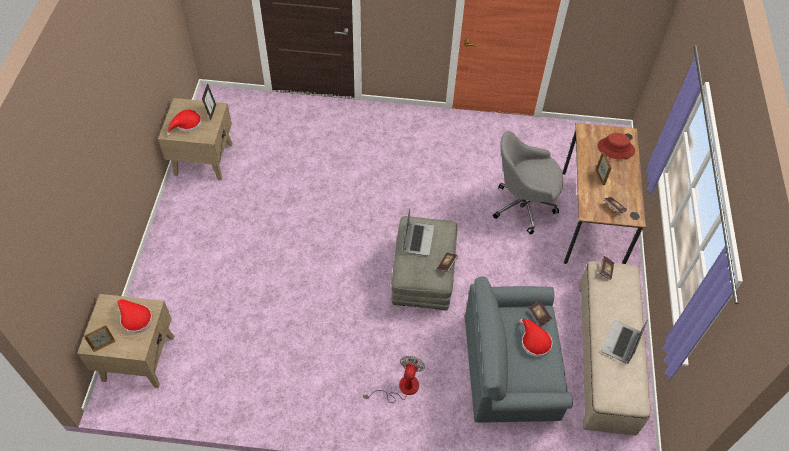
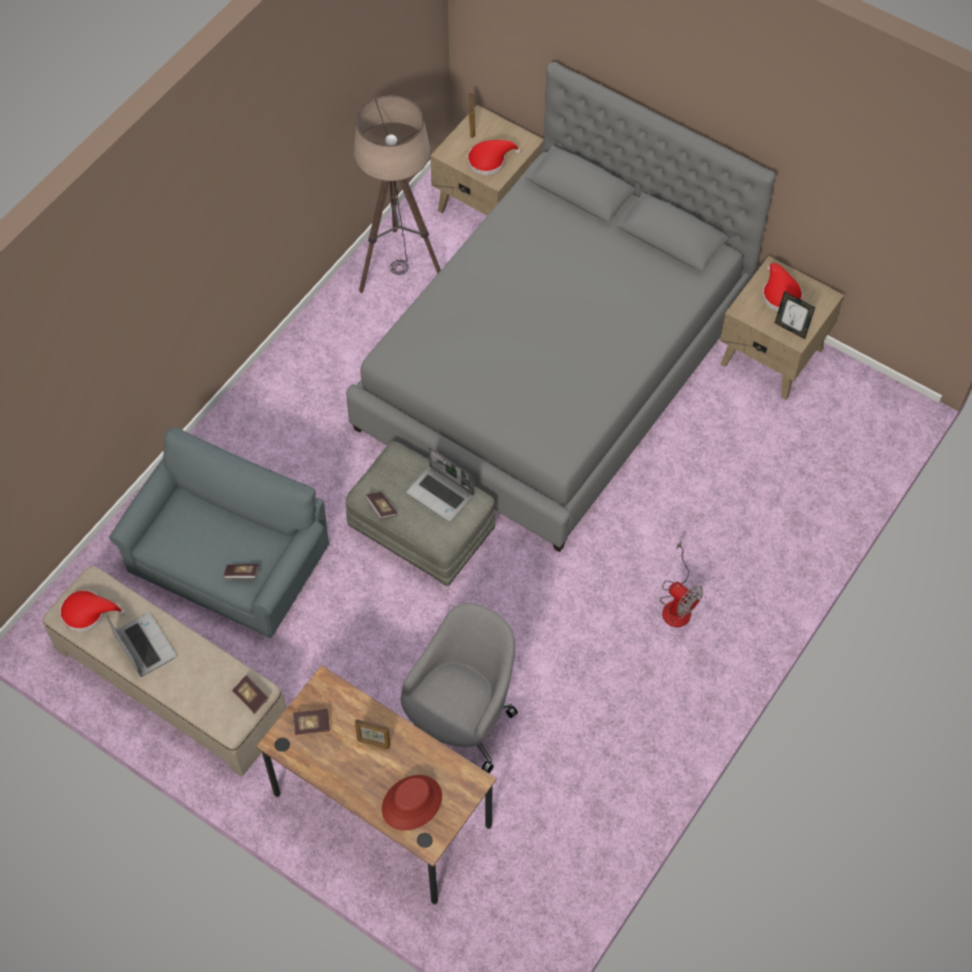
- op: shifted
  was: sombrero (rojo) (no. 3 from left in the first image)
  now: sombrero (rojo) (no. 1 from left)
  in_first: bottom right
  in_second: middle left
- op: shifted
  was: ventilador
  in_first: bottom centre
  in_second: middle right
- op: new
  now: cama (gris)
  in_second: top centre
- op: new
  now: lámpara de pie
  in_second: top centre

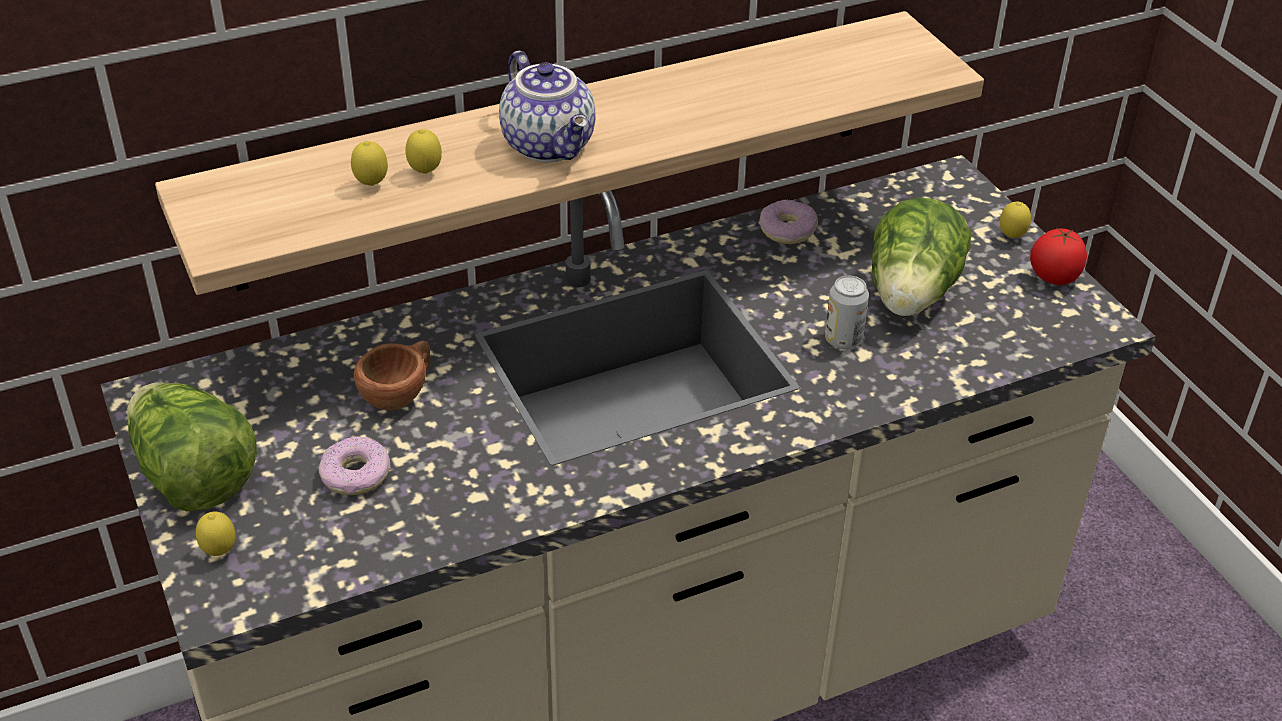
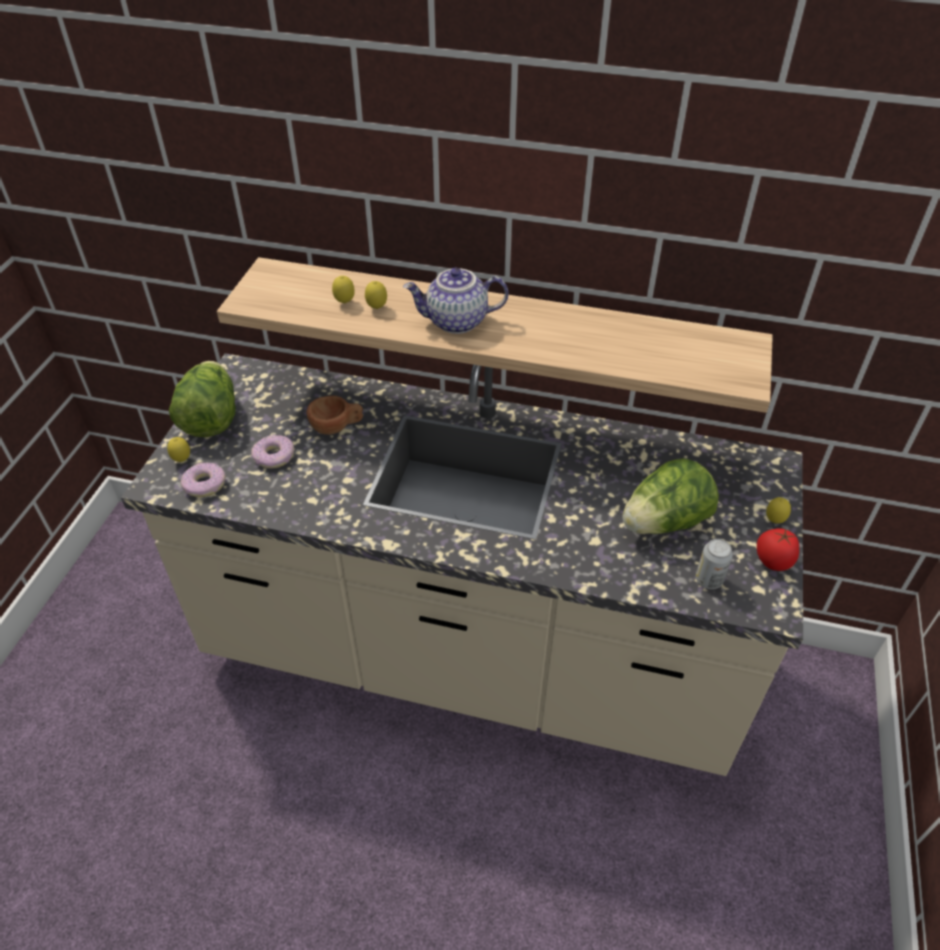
- op: rotated
  was: tetera
  in_first: top centre
  in_second: top centre
  clockwise: 75
- op: shifted
  was: rosquilla (no. 2 from left in the first image)
  now: rosquilla (no. 1 from left)
  in_first: top centre
  in_second: middle left
- op: shifted
  was: lata
  in_first: centre
  in_second: middle right

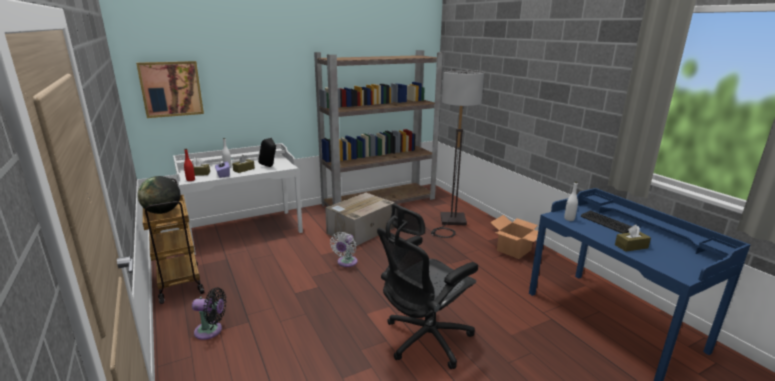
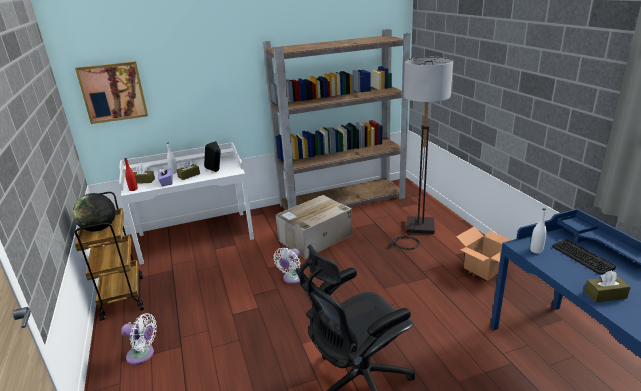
- op: repainted
  was: ventilador (negro)
  now: ventilador (blanco) (no. 1 from left)
  in_first: bottom left
  in_second: bottom left

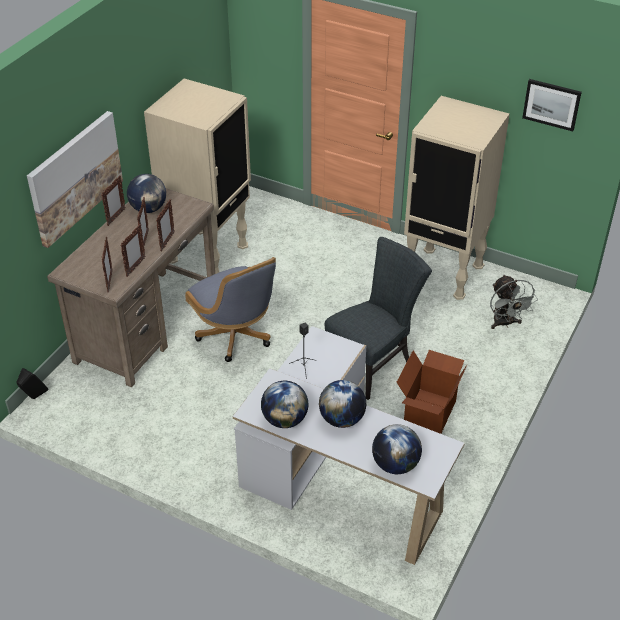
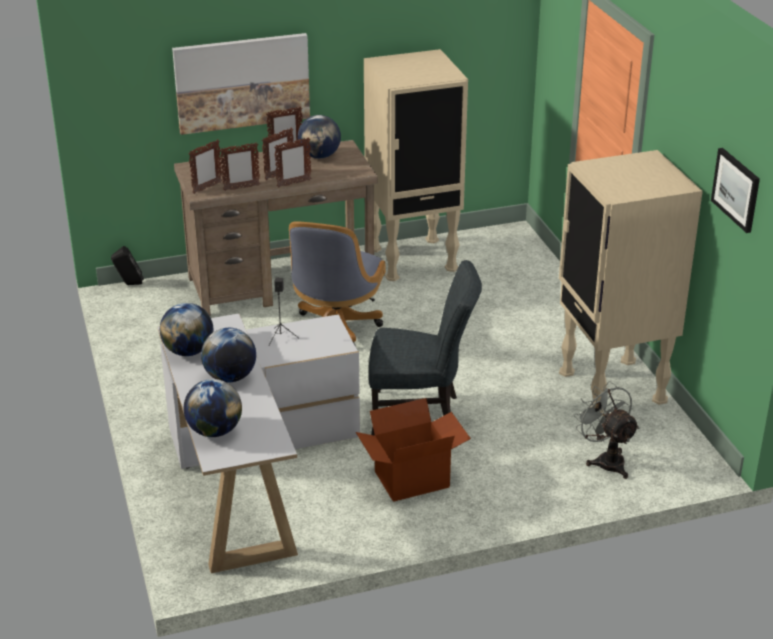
- op: rotated
  was: ventilador (gris)
  in_first: middle right
  in_second: bottom right
  clockwise: 120

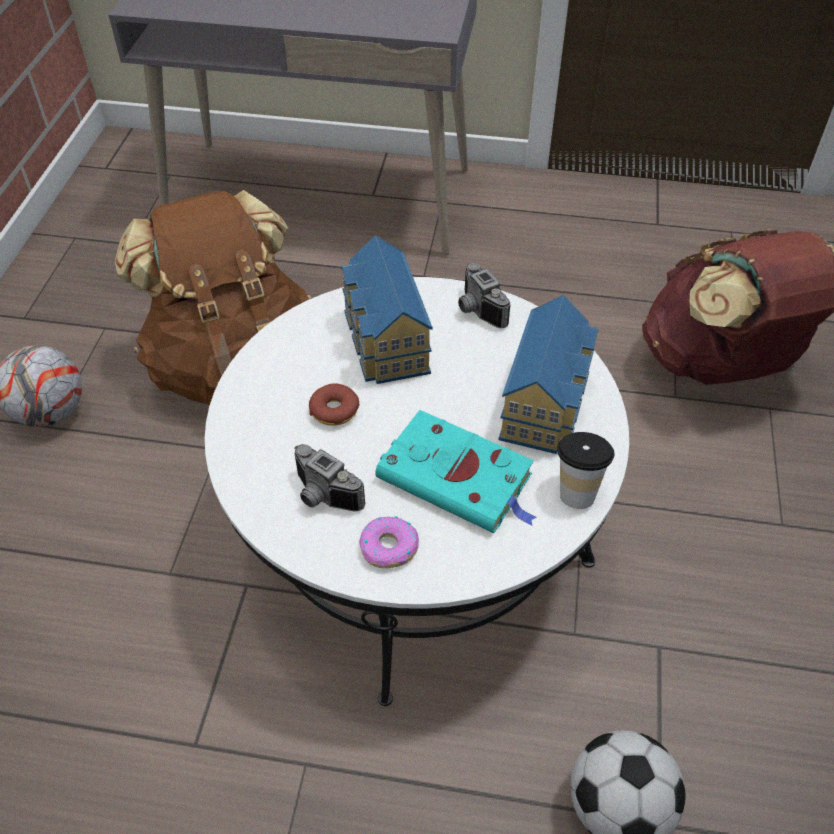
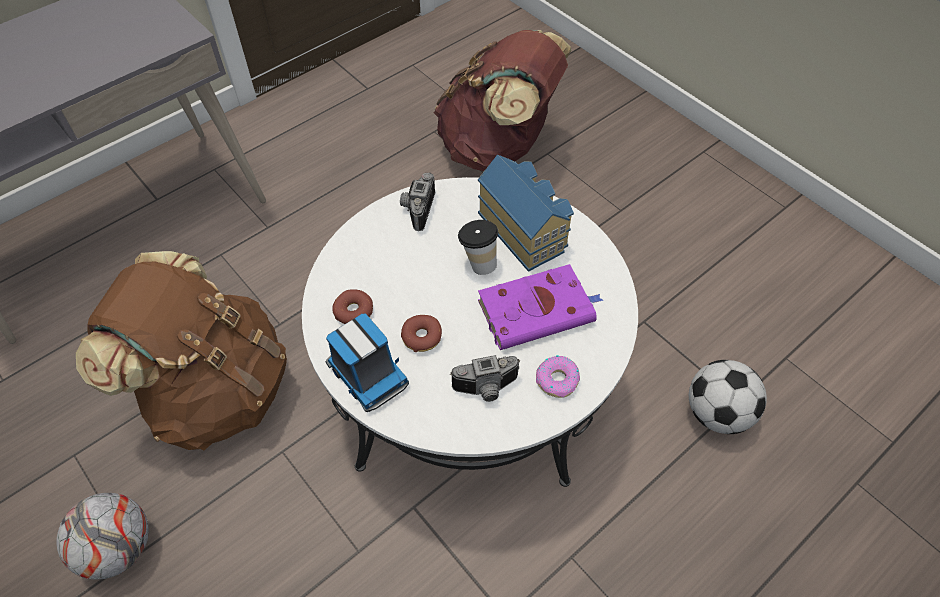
- op: gone
  was: casita (no. 1 from left)
  in_first: centre
- op: rotated
  was: cámara (no. 2 from left in the first image)
  in_first: centre
  in_second: centre
  clockwise: 90
- op: repainted
  was: libro (turquesa)
  now: libro (morado)
  in_first: centre
  in_second: centre
- op: shifted
  was: taza
  in_first: middle right
  in_second: centre
- op: new
  now: rosquilla (no. 1 from left)
  in_second: centre
- op: new
  now: camión de juguete
  in_second: centre

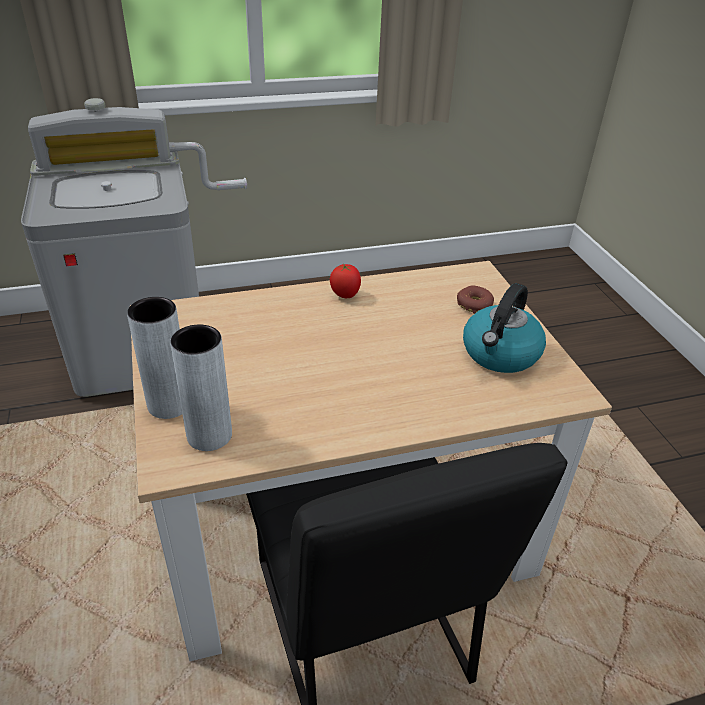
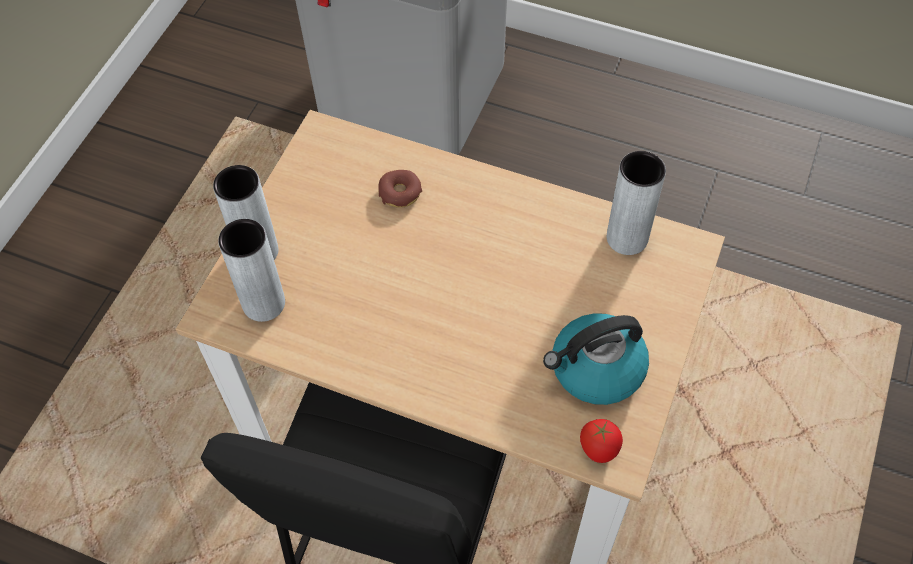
- op: shifted
  was: tomate
  in_first: centre
  in_second: bottom centre
- op: shifted
  was: rosquilla
  in_first: middle right
  in_second: centre
- op: new
  now: florero (gris) (no. 3 from left)
  in_second: middle right

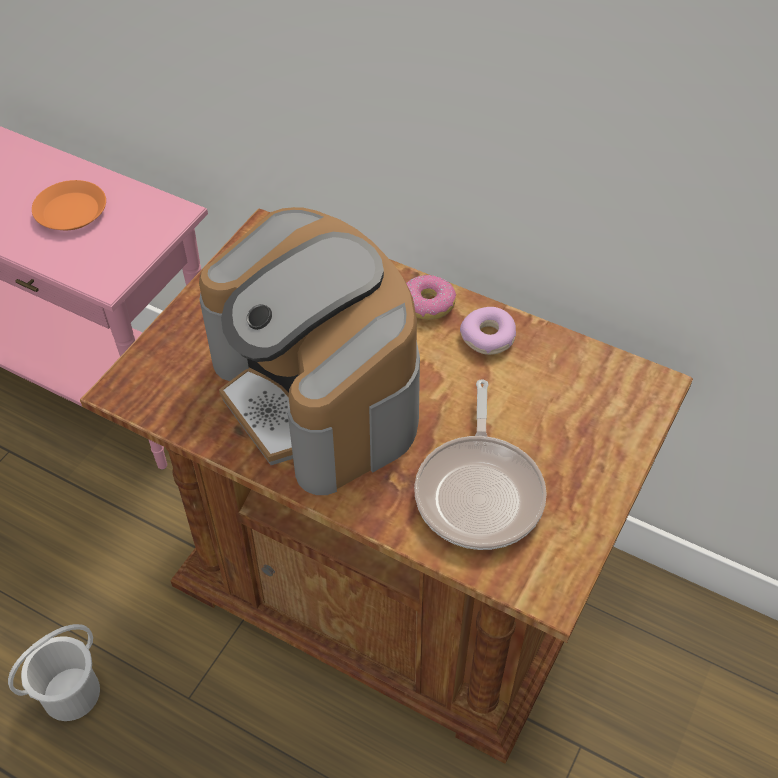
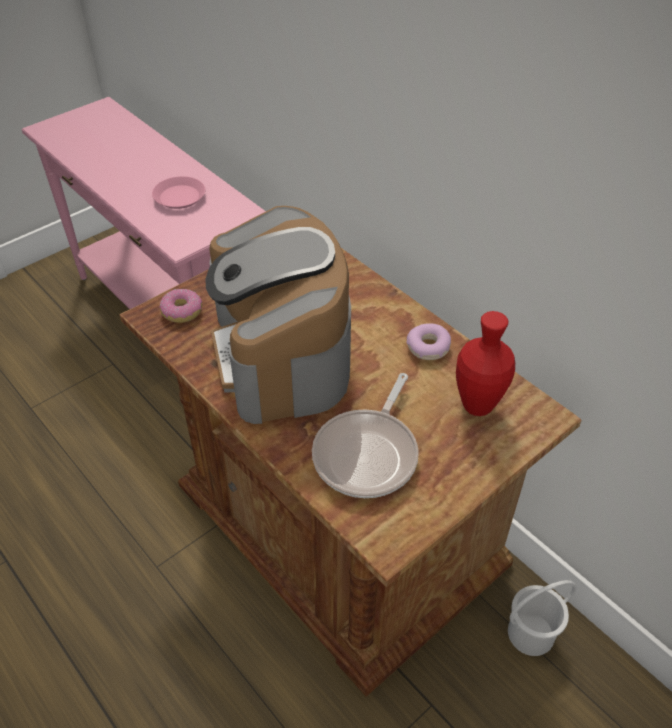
- op: repainted
  was: plato (naranja)
  now: plato (rosa)
  in_first: top left
  in_second: top left
- op: shifted
  was: rosquilla (no. 1 from left)
  in_first: centre
  in_second: middle left
- op: shifted
  was: cubo (blanco)
  in_first: bottom left
  in_second: bottom right
- op: new
  now: florero (rojo)
  in_second: middle right

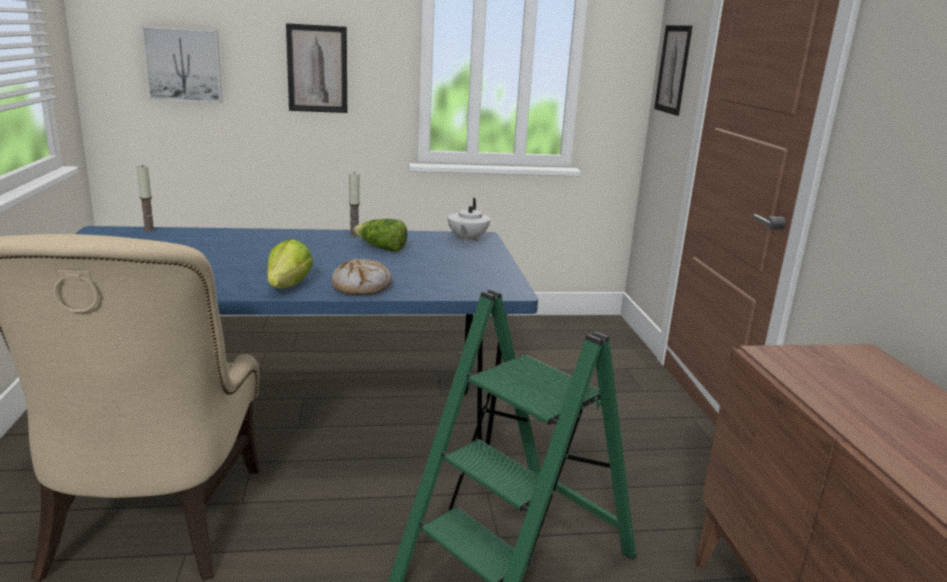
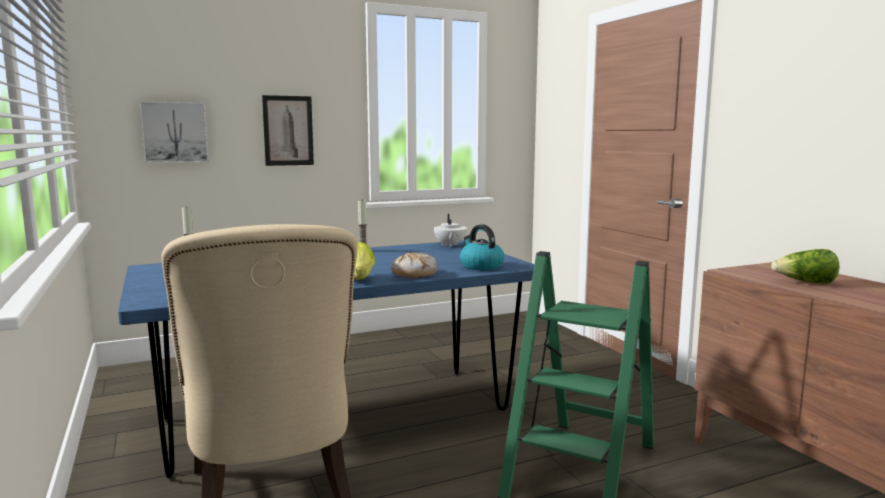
- op: gone
  was: cuadro (no. 3 from left)
  in_first: top right
- op: shifted
  was: lechuga (no. 2 from left)
  in_first: centre
  in_second: middle right
- op: new
  now: hervidor
  in_second: centre

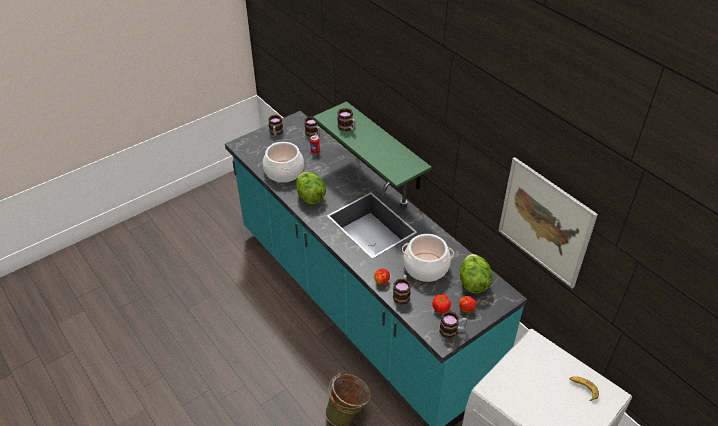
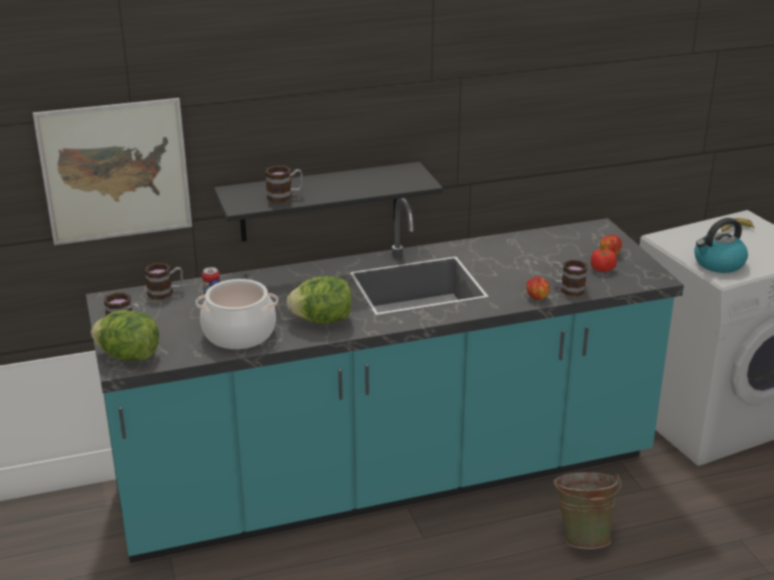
- op: repainted
  was: estante (verde)
  now: estante (negro)
  in_first: centre
  in_second: centre
- op: shifted
  was: cuadro
  in_first: middle right
  in_second: top left
- op: gone
  was: olla (no. 2 from left)
  in_first: centre
- op: shifted
  was: lechuga (no. 2 from left in the first image)
  now: lechuga (no. 1 from left)
  in_first: centre
  in_second: middle left
- op: gone
  was: taza grande (no. 5 from left)
  in_first: bottom centre
- op: new
  now: hervidor
  in_second: middle right

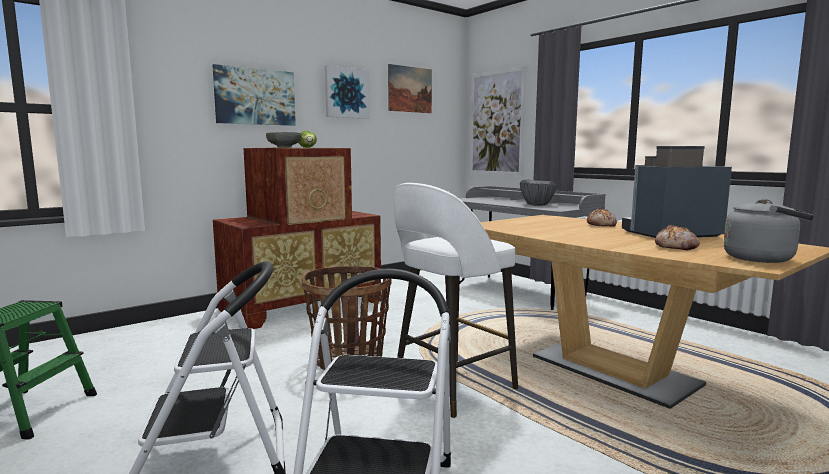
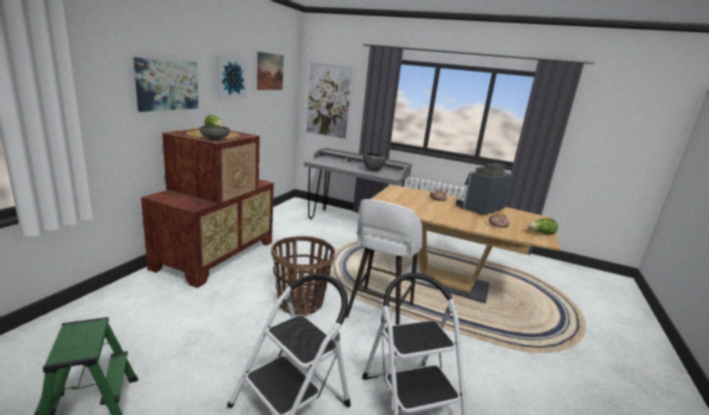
- op: swapped
  was: hervidor (gris)
  now: lechuga (no. 2 from left)
  in_first: middle right
  in_second: middle right

